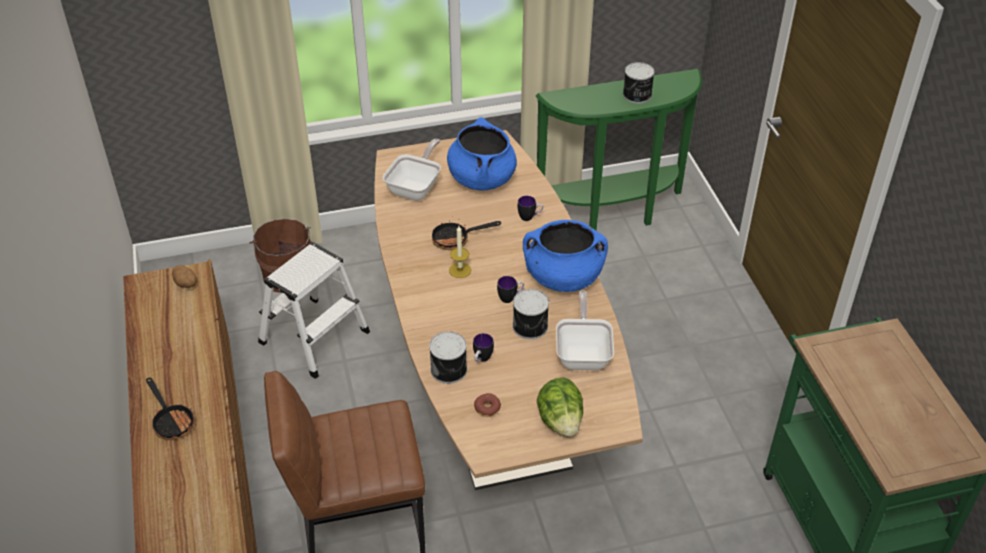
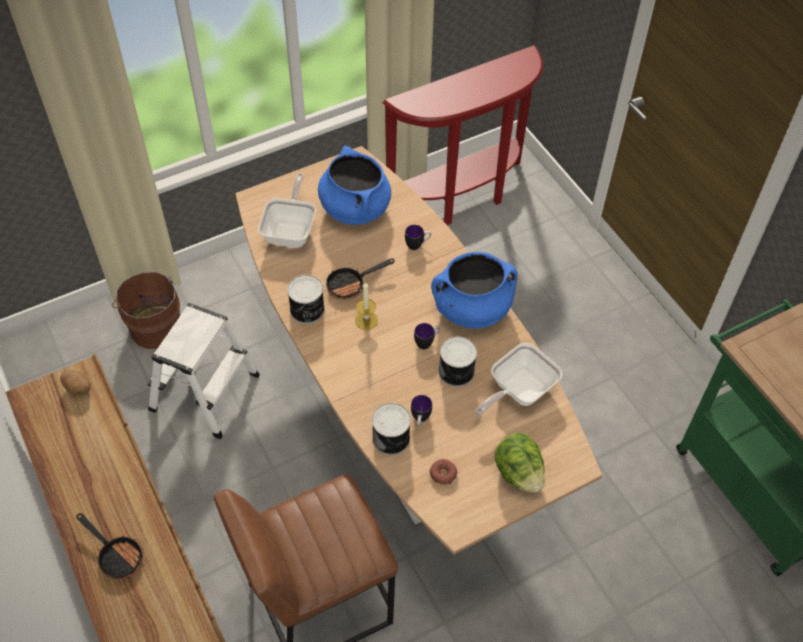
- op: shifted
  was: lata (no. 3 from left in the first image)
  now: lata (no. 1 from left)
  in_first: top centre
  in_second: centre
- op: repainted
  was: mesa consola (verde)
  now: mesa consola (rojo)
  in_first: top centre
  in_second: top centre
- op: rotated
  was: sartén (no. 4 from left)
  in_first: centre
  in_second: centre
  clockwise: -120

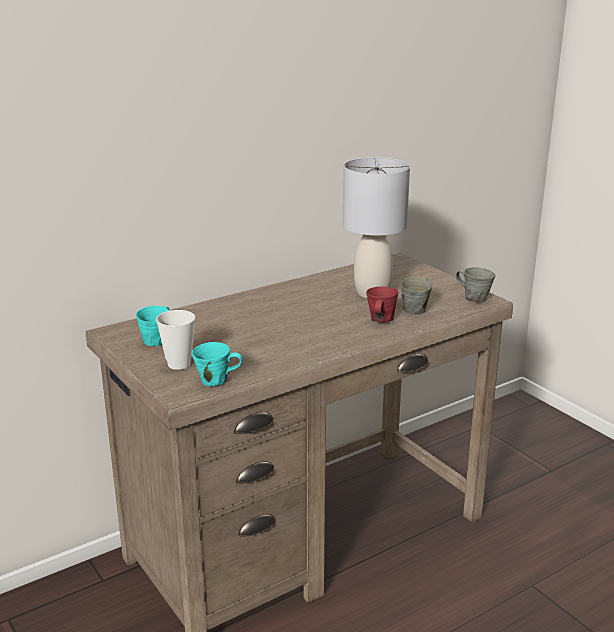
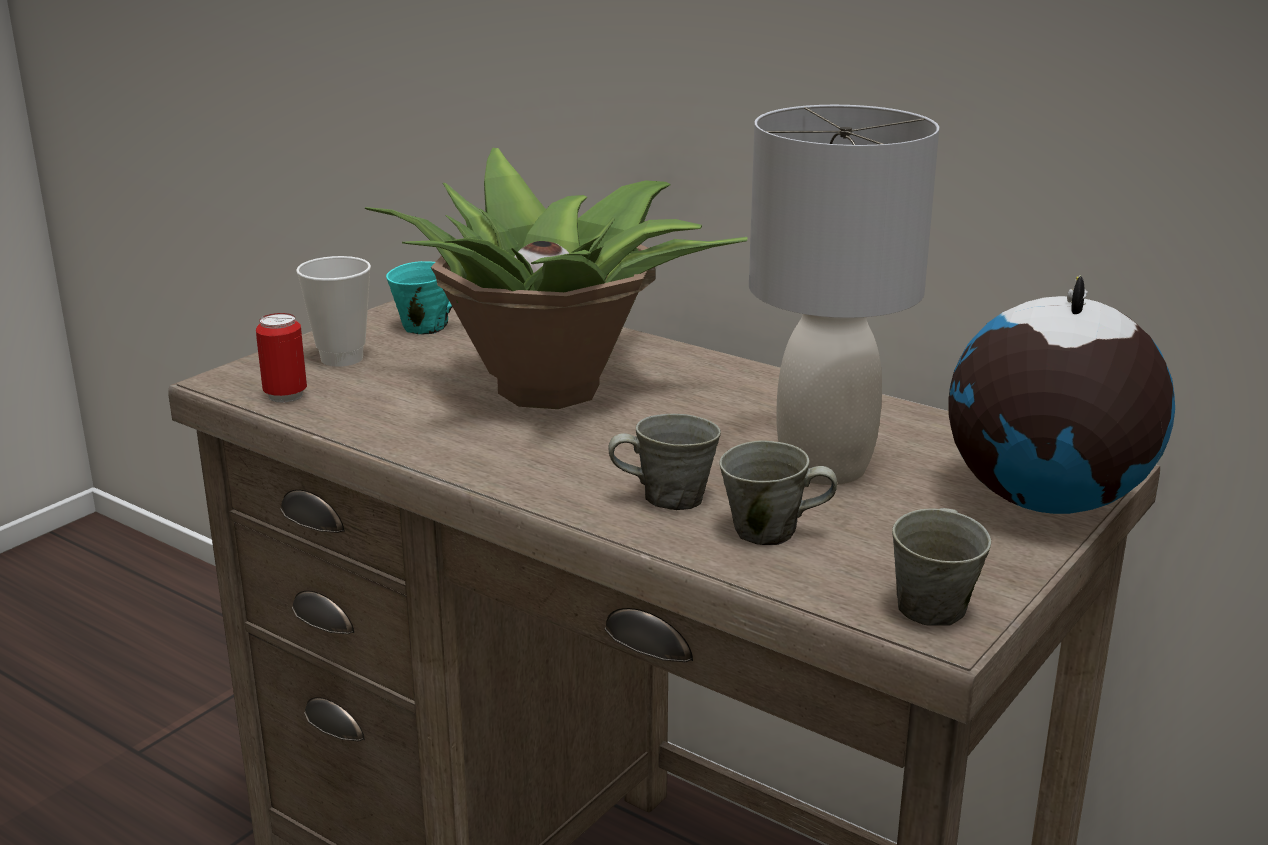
- op: repainted
  was: taza grande (rojo)
  now: taza grande (gris) (no. 1 from left)
  in_first: centre
  in_second: centre
- op: swapped
  was: taza grande (turquesa) (no. 2 from left)
  now: lata
  in_first: centre
  in_second: middle left
- op: new
  now: planta en maceta
  in_second: top centre
- op: new
  now: globo terráqueo
  in_second: middle right

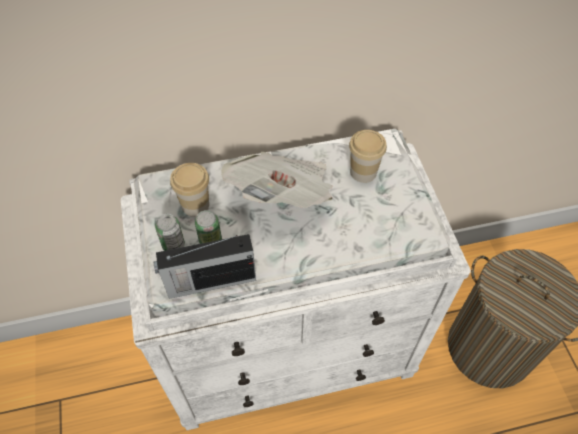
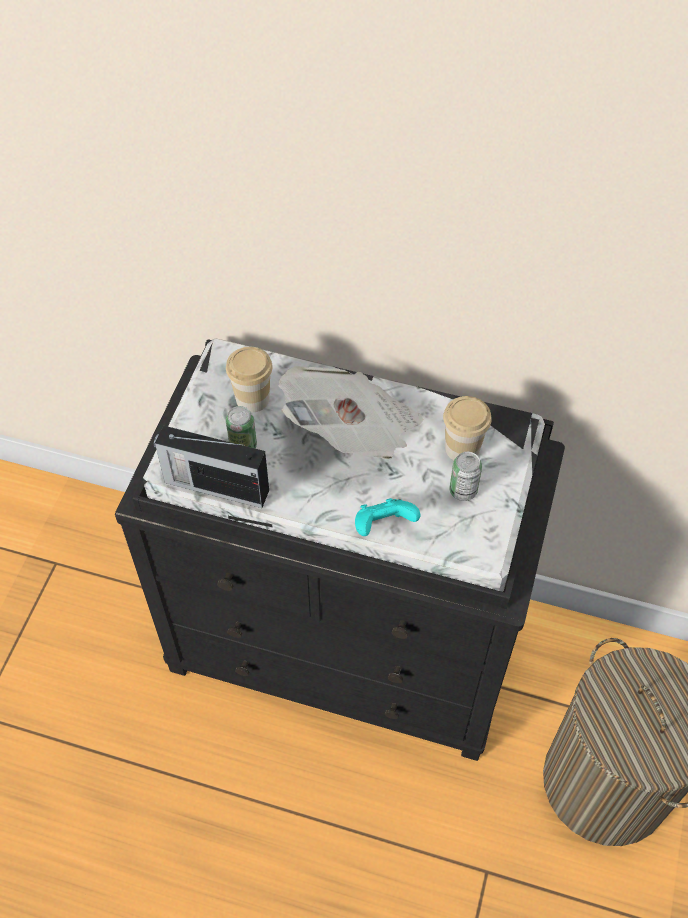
- op: repainted
  was: cómoda (blanco)
  now: cómoda (negro)
  in_first: centre
  in_second: centre
- op: shifted
  was: lata (no. 1 from left in the first image)
  now: lata (no. 2 from left)
  in_first: middle left
  in_second: middle right
- op: new
  now: mando de consola (turquesa)
  in_second: centre

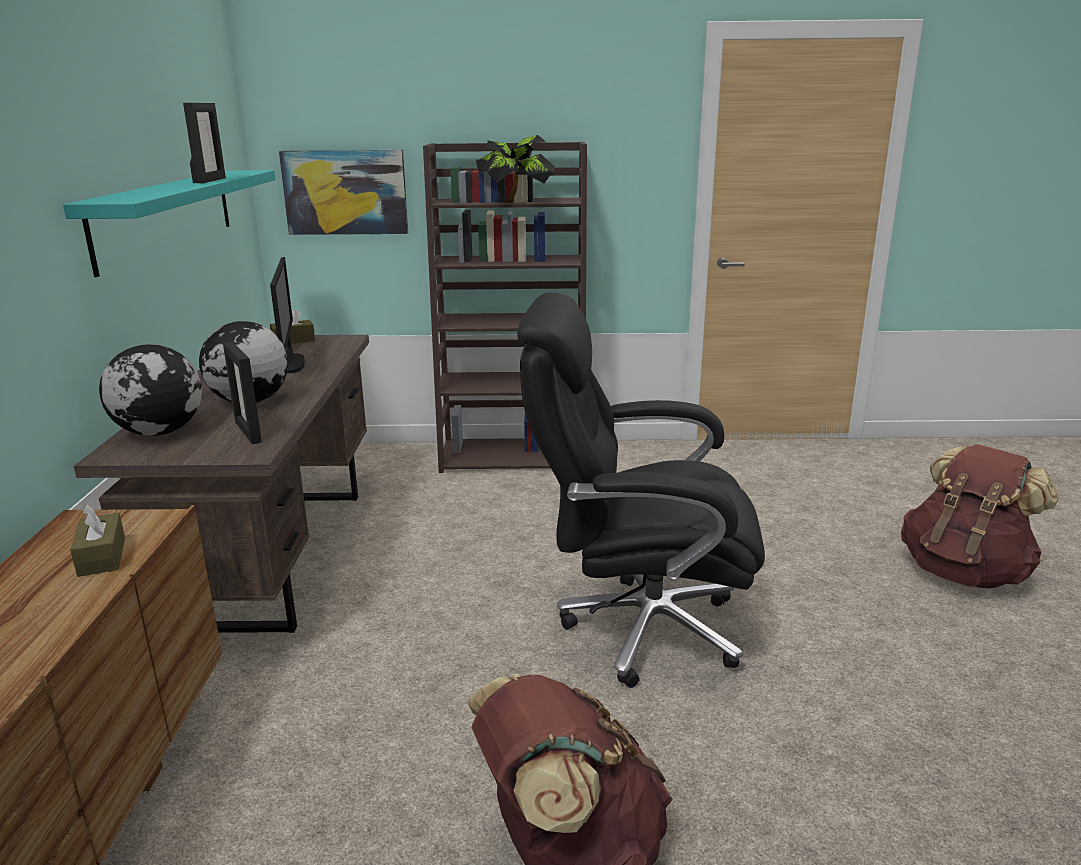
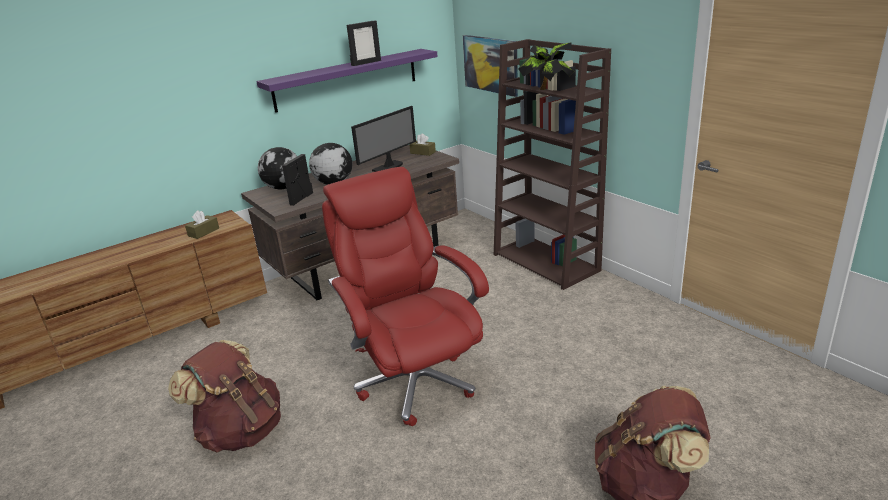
- op: repainted
  was: estante (turquesa)
  now: estante (morado)
  in_first: top left
  in_second: top centre
- op: repainted
  was: silla de oficina (negro)
  now: silla de oficina (rojo)
  in_first: centre
  in_second: centre

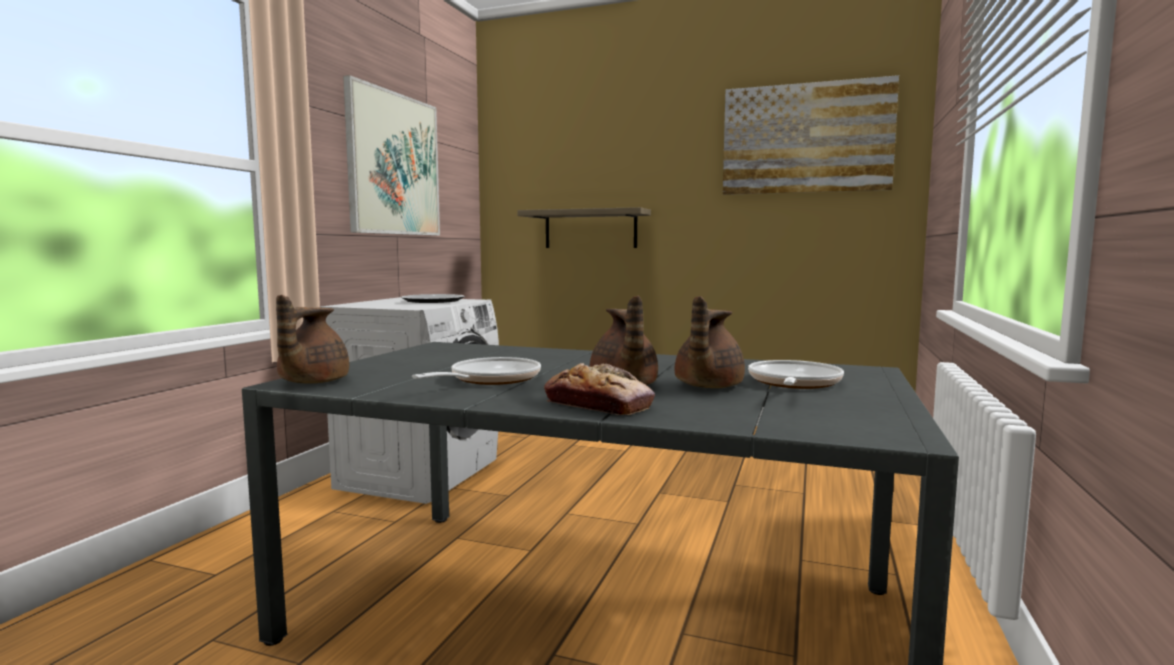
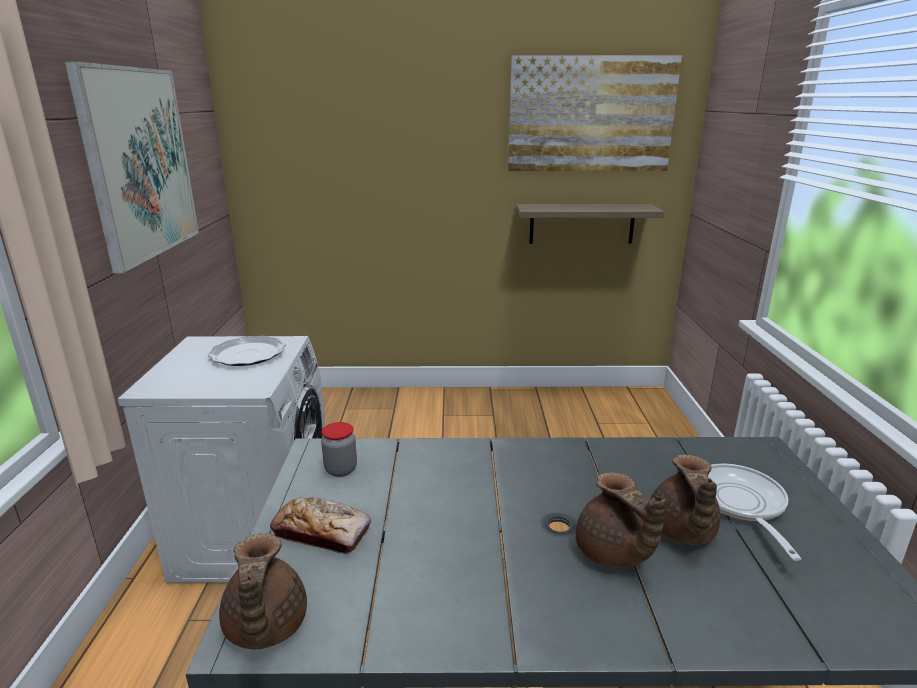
- op: shifted
  was: estante
  in_first: centre
  in_second: top centre
- op: gone
  was: sartén (no. 1 from left)
  in_first: centre
- op: shifted
  was: pan
  in_first: centre
  in_second: bottom centre
- op: new
  now: tarro
  in_second: centre

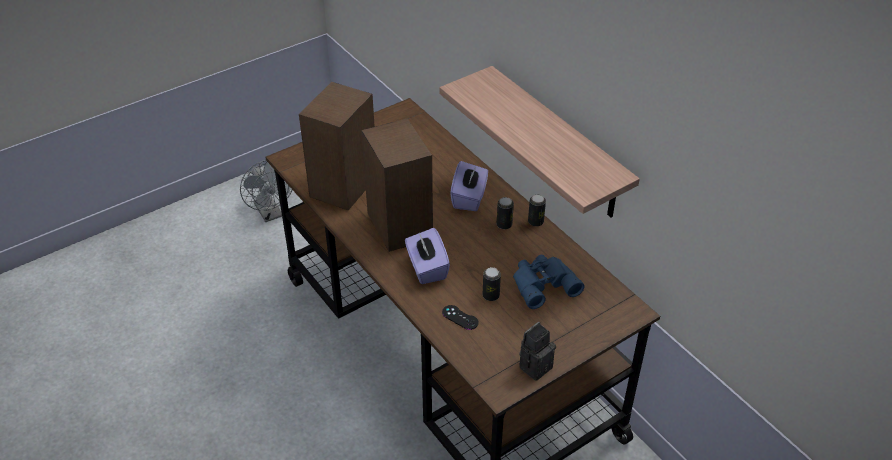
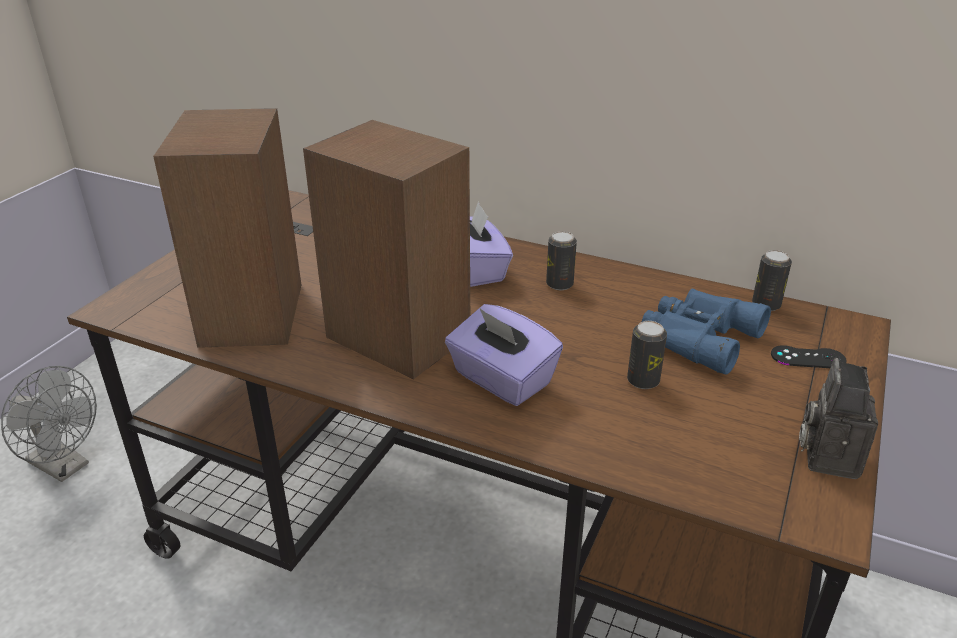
- op: gone
  was: estante
  in_first: top centre
- op: shifted
  was: lata (no. 3 from left)
  in_first: centre
  in_second: middle right
- op: shifted
  was: mando de consola (negro)
  in_first: bottom centre
  in_second: middle right

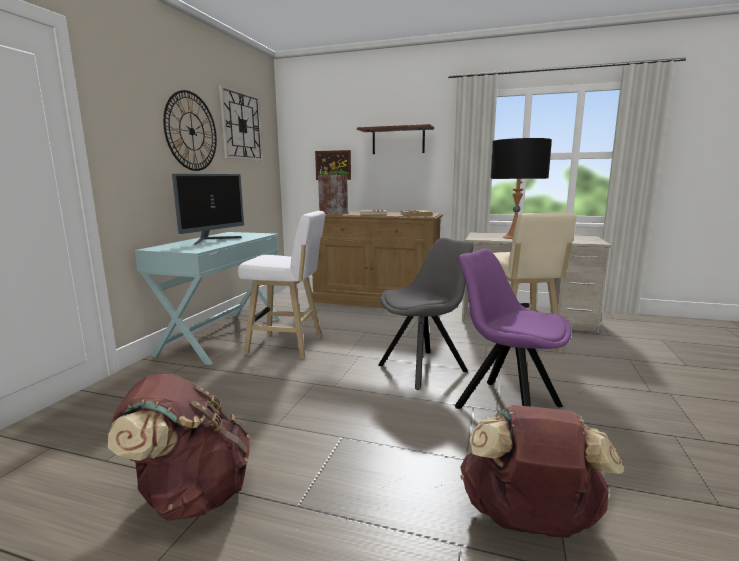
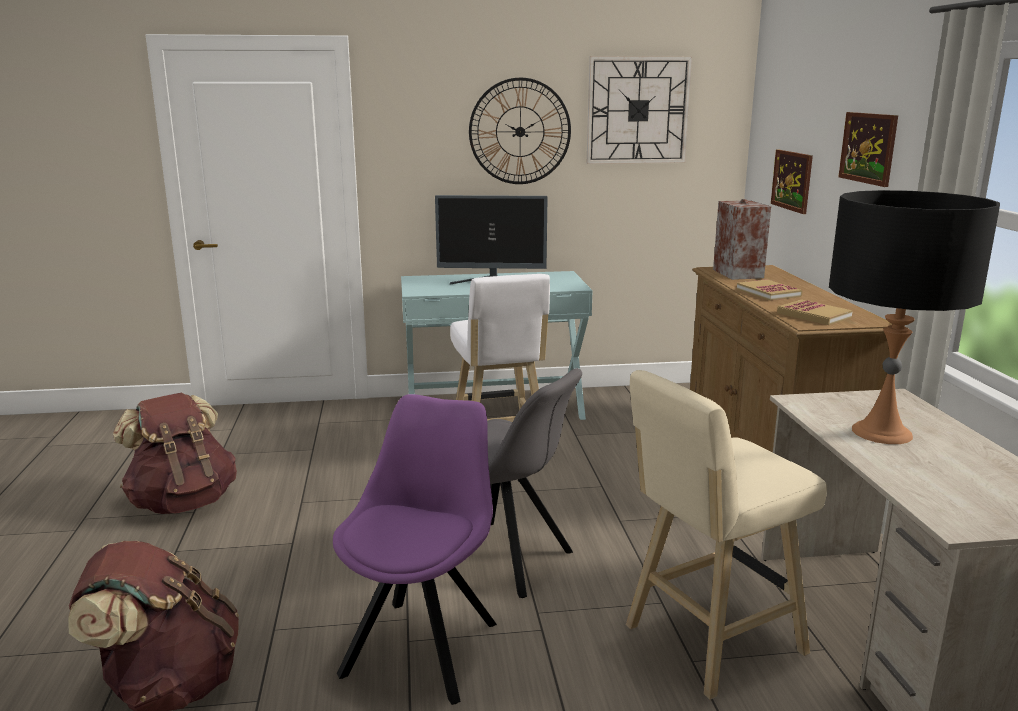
- op: swapped
  was: estante (marrón)
  now: cuadro (no. 2 from left)
  in_first: top centre
  in_second: top right

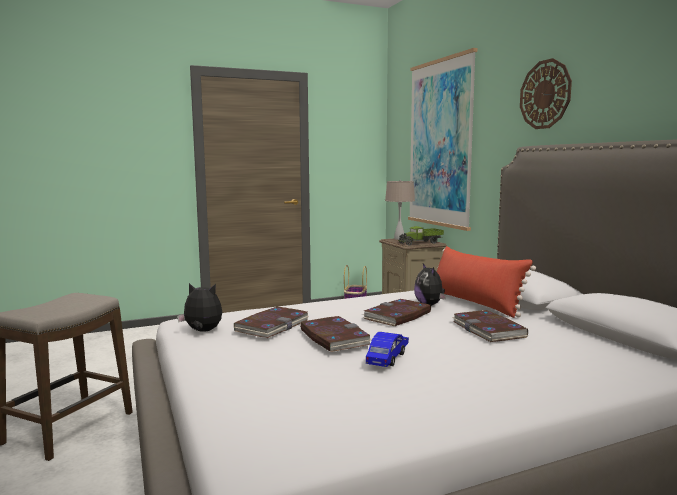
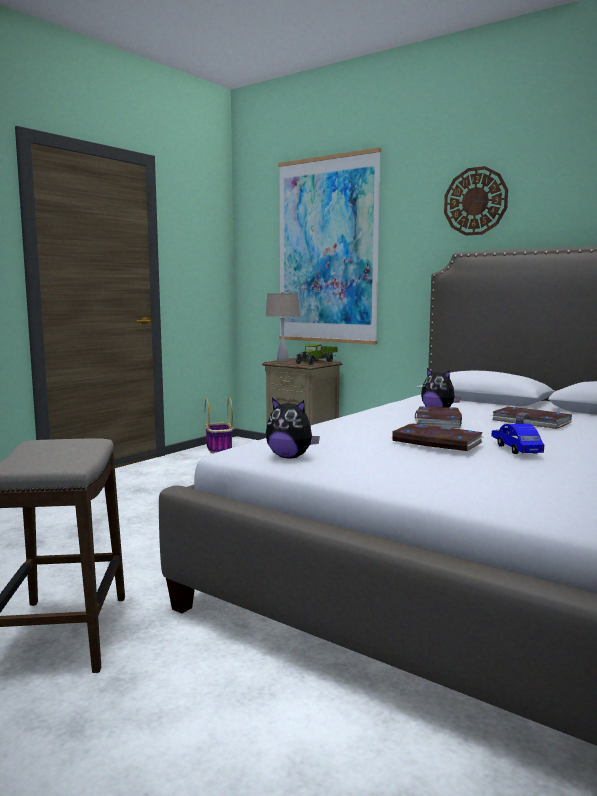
- op: gone
  was: cojín (rojo)
  in_first: middle right
- op: rotated
  was: peluche (no. 1 from left)
  in_first: middle left
  in_second: centre
  clockwise: -135
- op: gone
  was: libro (no. 1 from left)
  in_first: centre

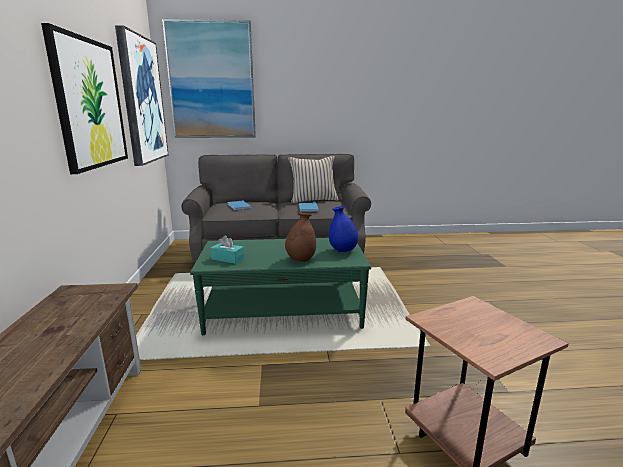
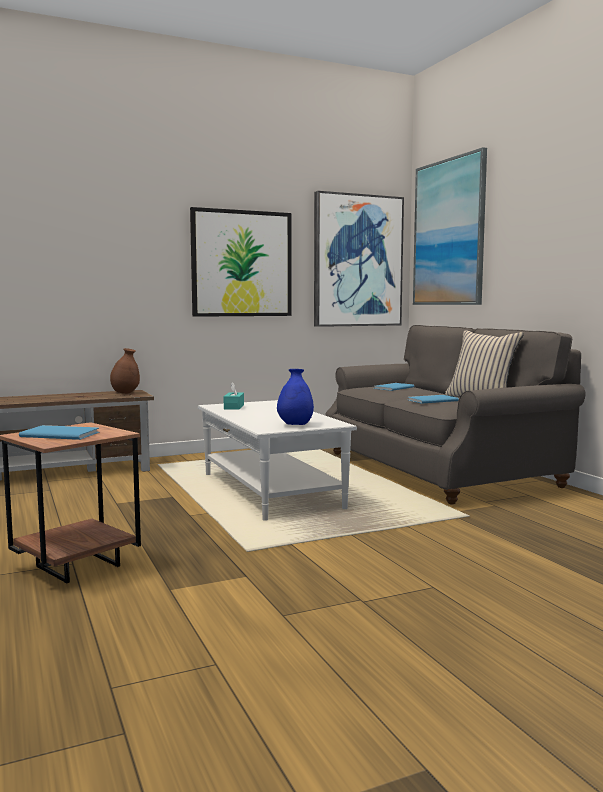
- op: shifted
  was: florero (marrón)
  in_first: centre
  in_second: middle left
- op: repainted
  was: mesa de centro (verde)
  now: mesa de centro (blanco)
  in_first: centre
  in_second: centre
- op: new
  now: libro (azul) (no. 1 from left)
  in_second: middle left

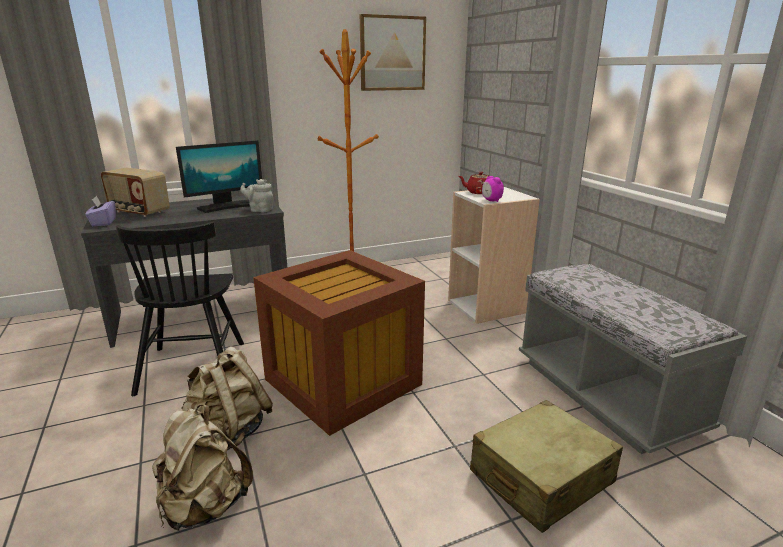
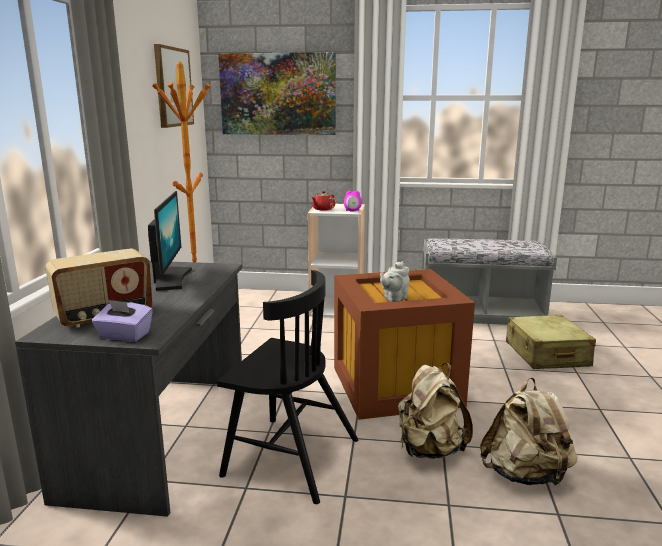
- op: shifted
  was: tetera (gris)
  in_first: middle left
  in_second: centre
- op: new
  now: cuadro (no. 2 from left)
  in_second: top centre

